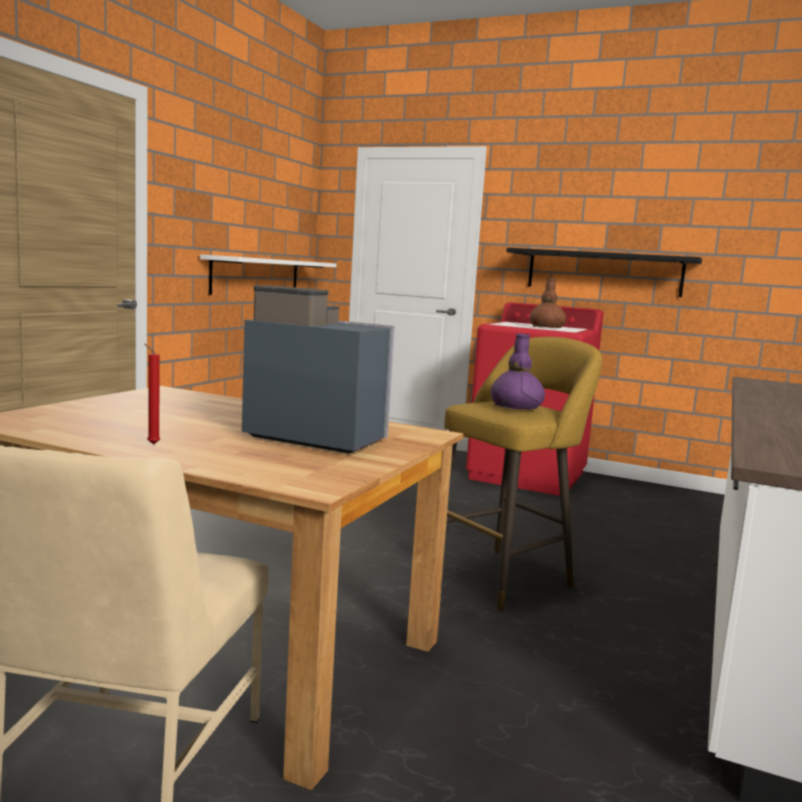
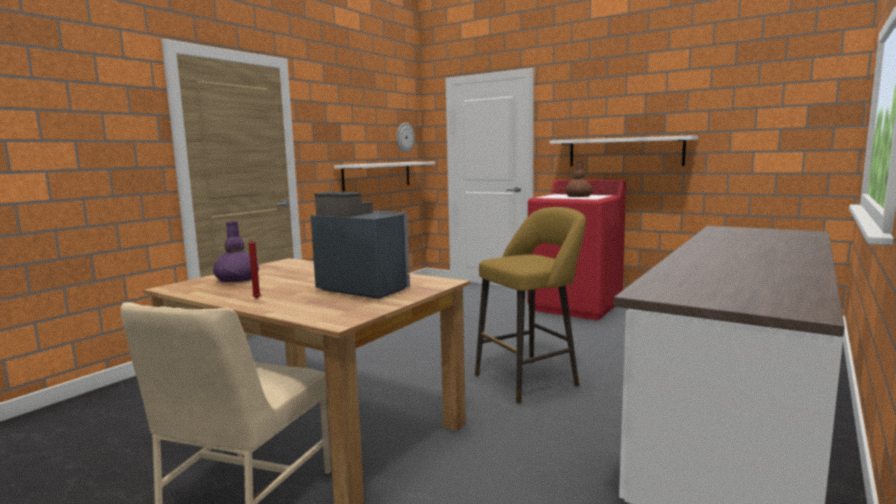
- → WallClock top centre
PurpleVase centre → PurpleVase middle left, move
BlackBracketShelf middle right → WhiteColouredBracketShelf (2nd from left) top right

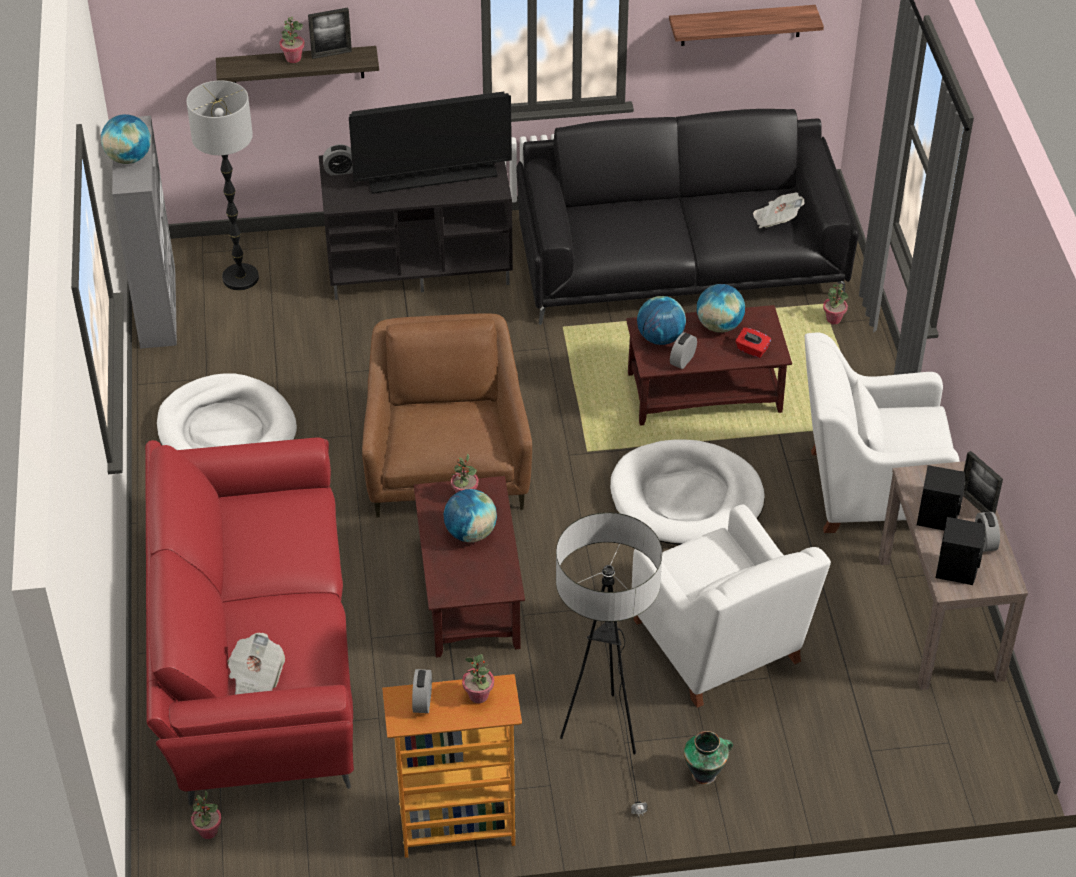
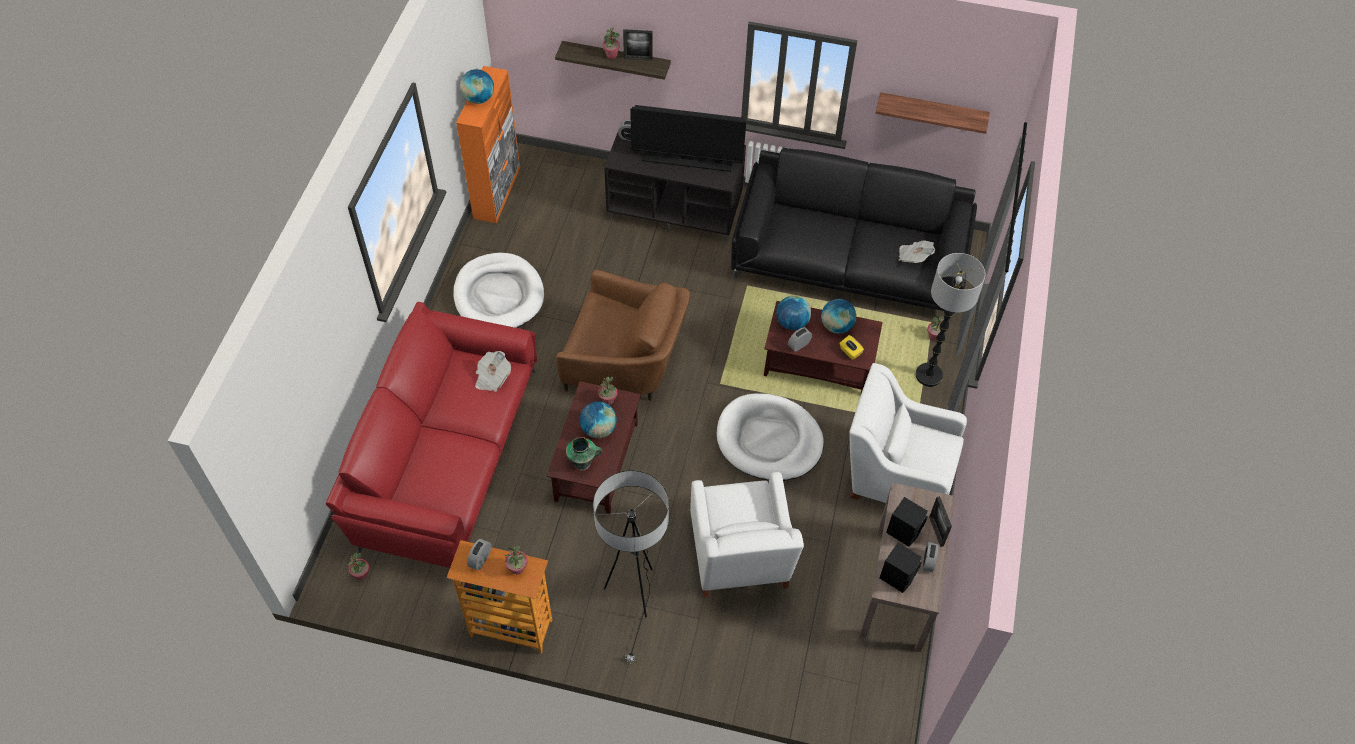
StandardLamp (1st from left in the first image) top left → StandardLamp (2nd from left) middle right, move
DailyPaper (1st from left) bottom left → DailyPaper (1st from left) centre, move
Vase bottom centre → Vase centre, move
GreyishStorageCabinet top left → OrangeStorageCabinet top centre
RedTissueBox middle right → YellowColouredTissueBox centre
BrownArmchair centre, 90 degrees clockwise

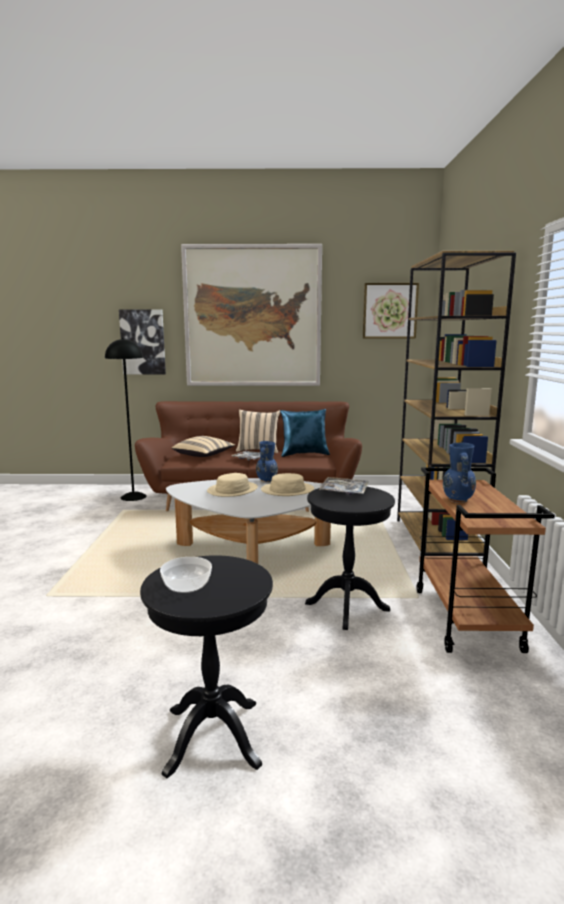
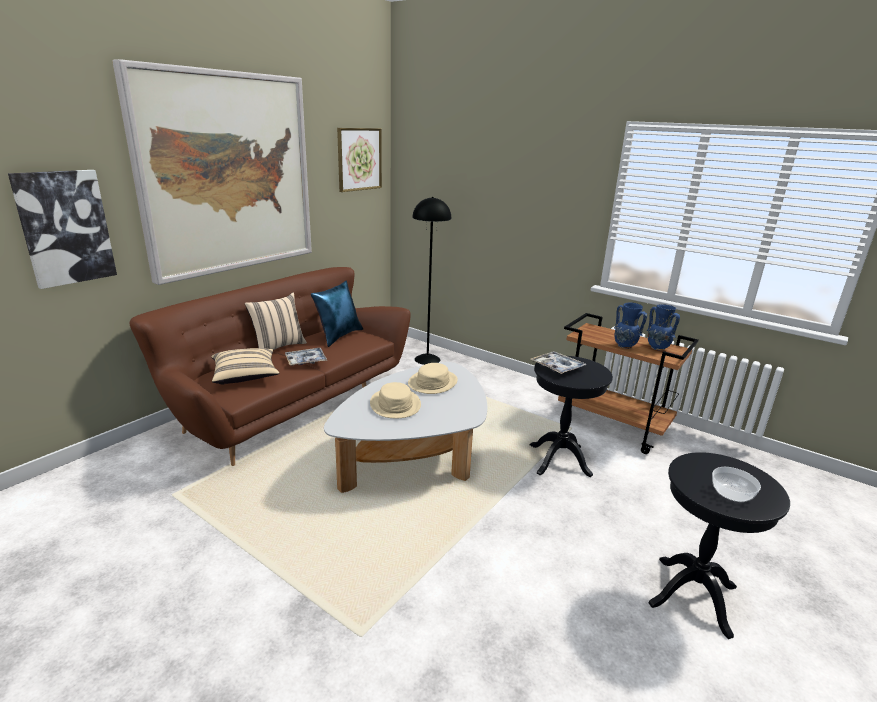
BrownBookshelf middle right → -
BlackStandardLamp middle left → BlackStandardLamp centre, move
BlueColouredVase (1st from left in the first image) centre → BlueColouredVase (2nd from left) middle right, move

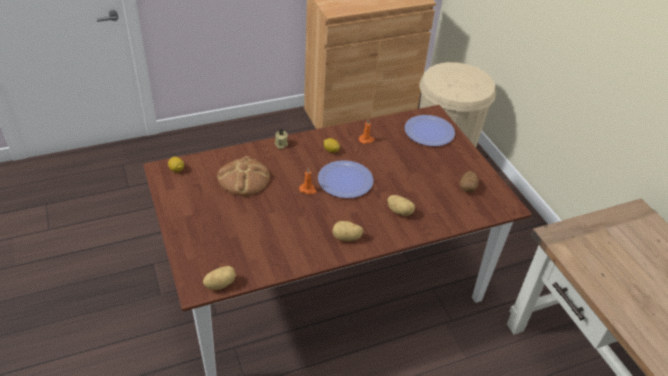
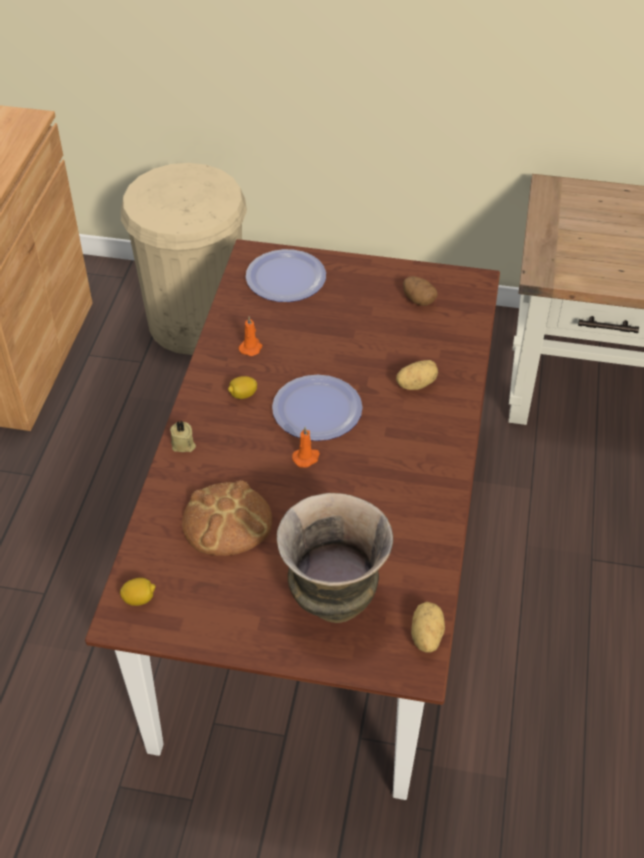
Potato (2nd from left) centre → -
- → Vase centre

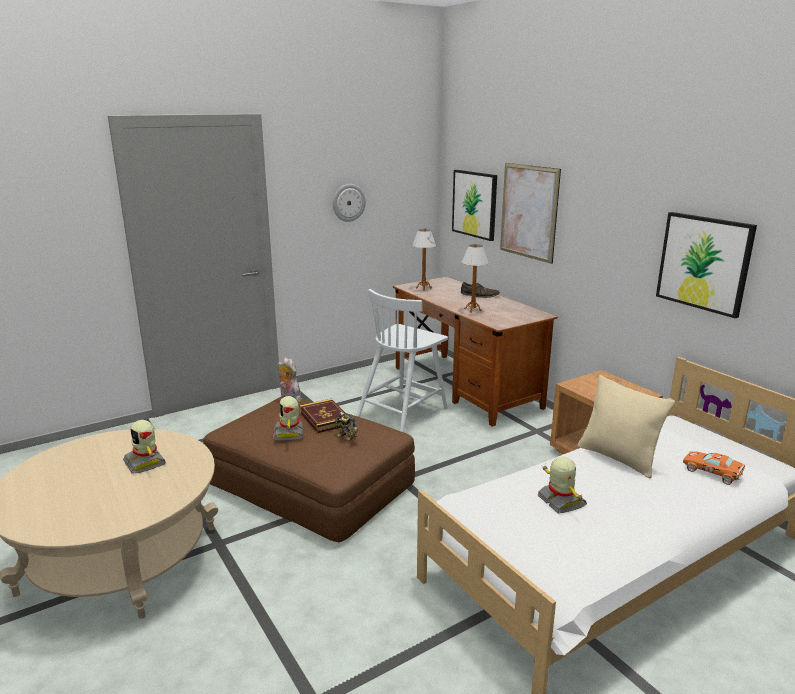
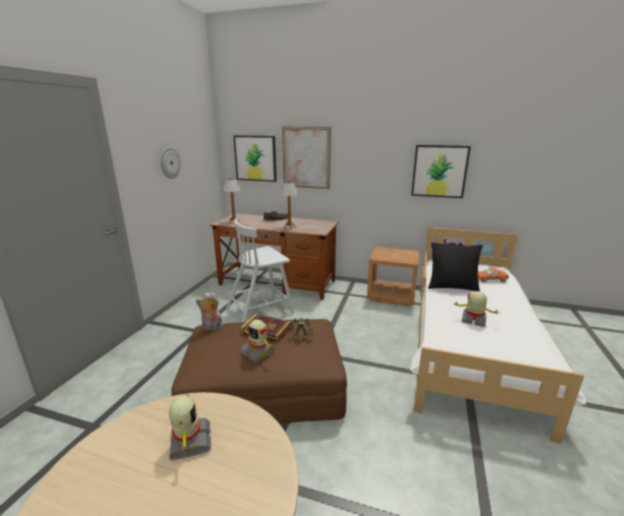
BeigeColouredCushion middle right → BlackCushion middle right
RobotFigure (1st from left) middle left → RobotFigure (1st from left) bottom left, 120 degrees counterclockwise
WhiteColouredChair centre, 60 degrees clockwise

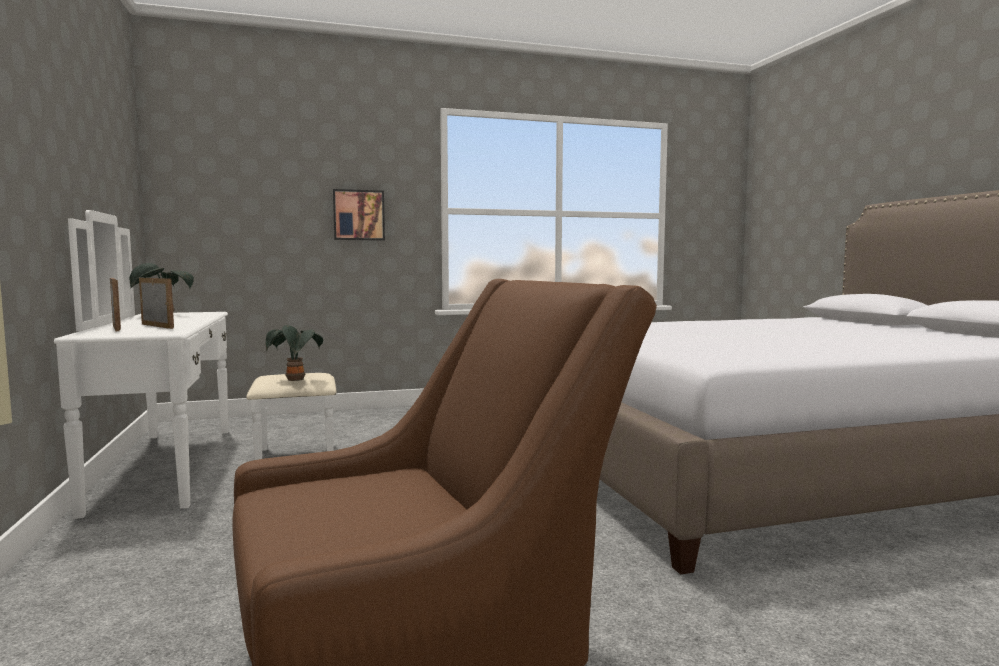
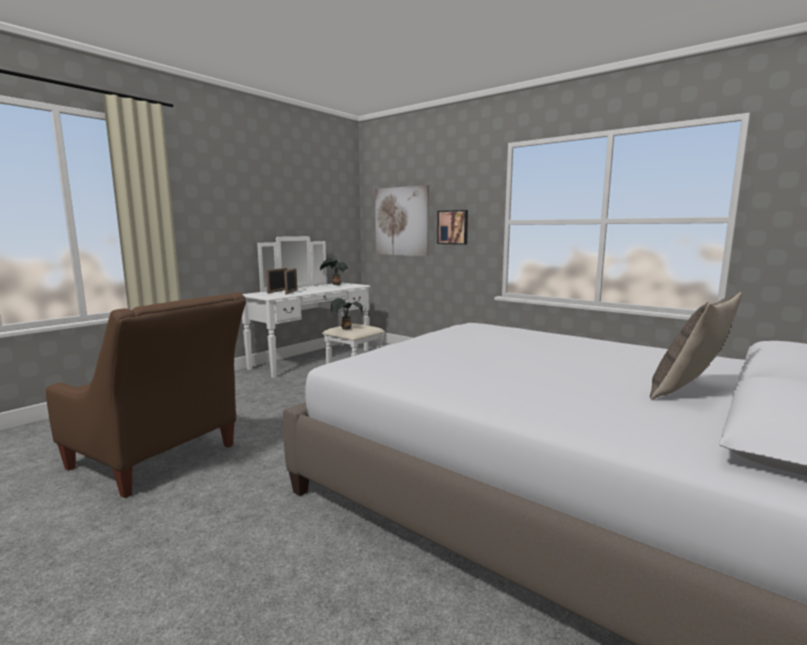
- → WallPicture (1st from left) centre
- → Cushion middle right

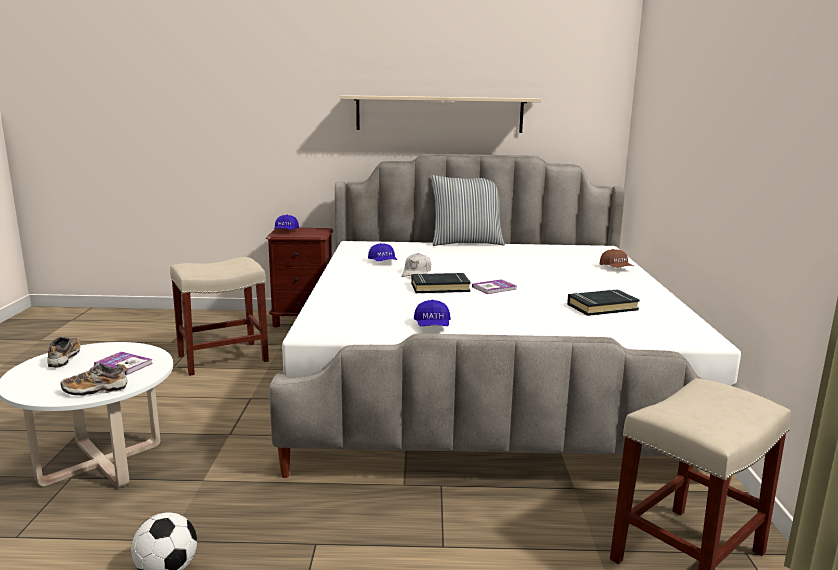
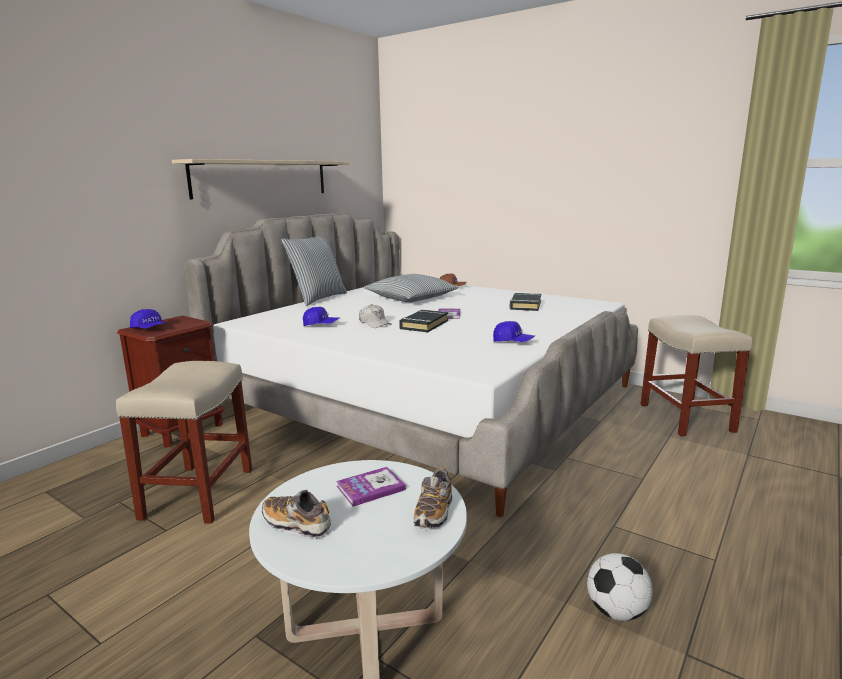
- → Cushion (2nd from left) centre

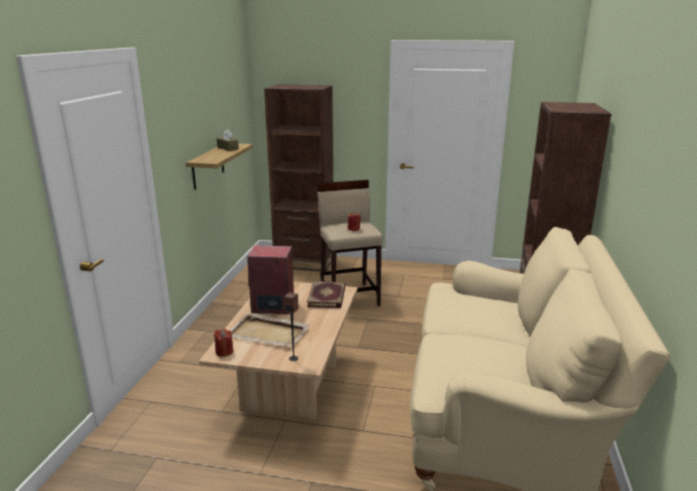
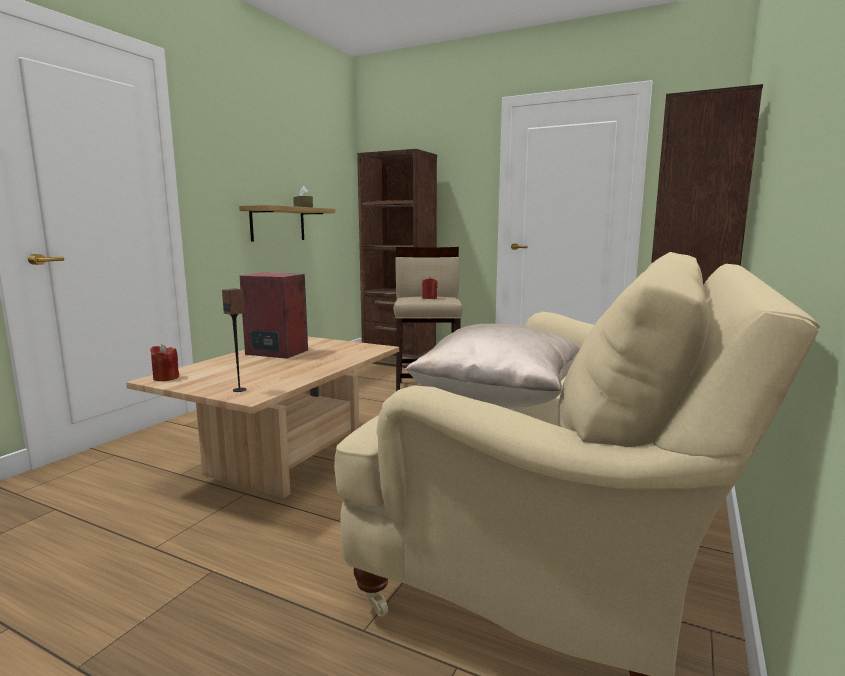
BeigeColouredCarryingTray bottom centre → -
Volume centre → -
- → BeigeColouredCushion centre

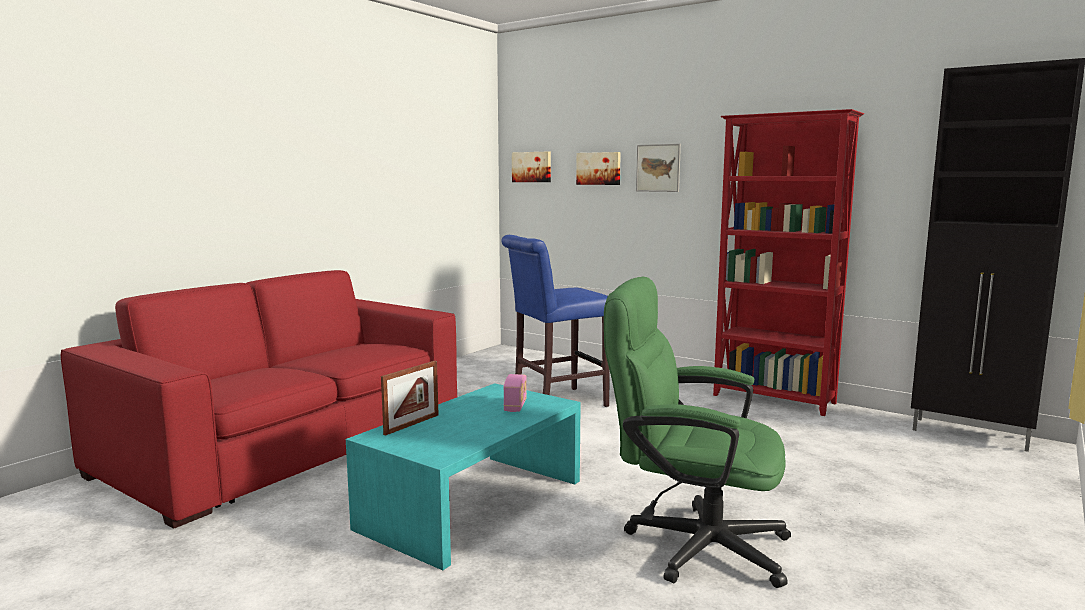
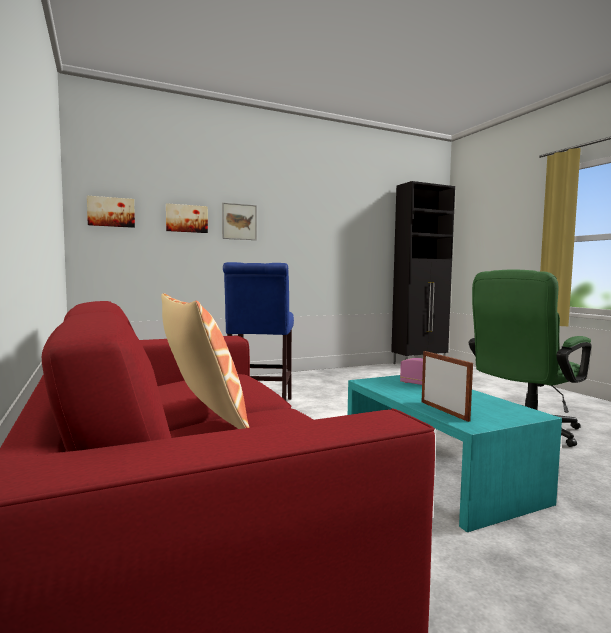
RedBookshelf middle right → -
- → Cushion centre

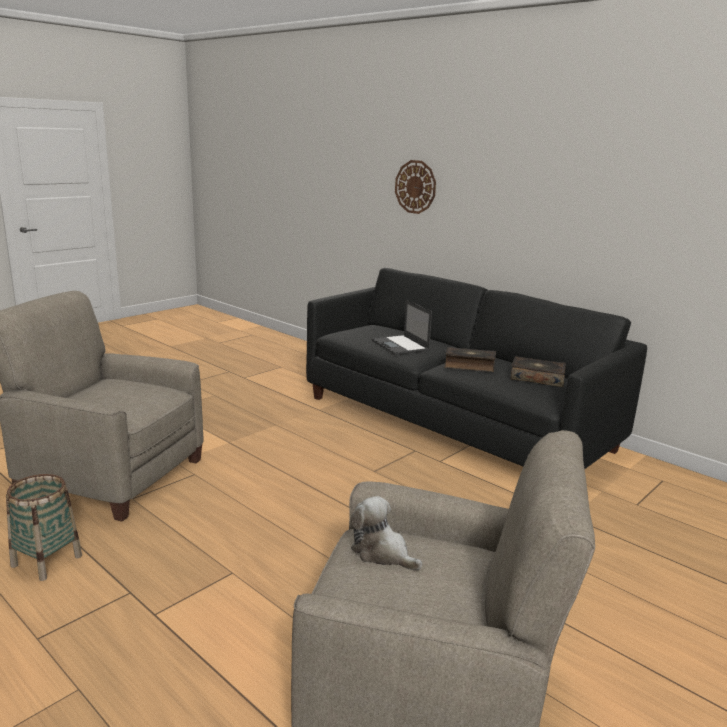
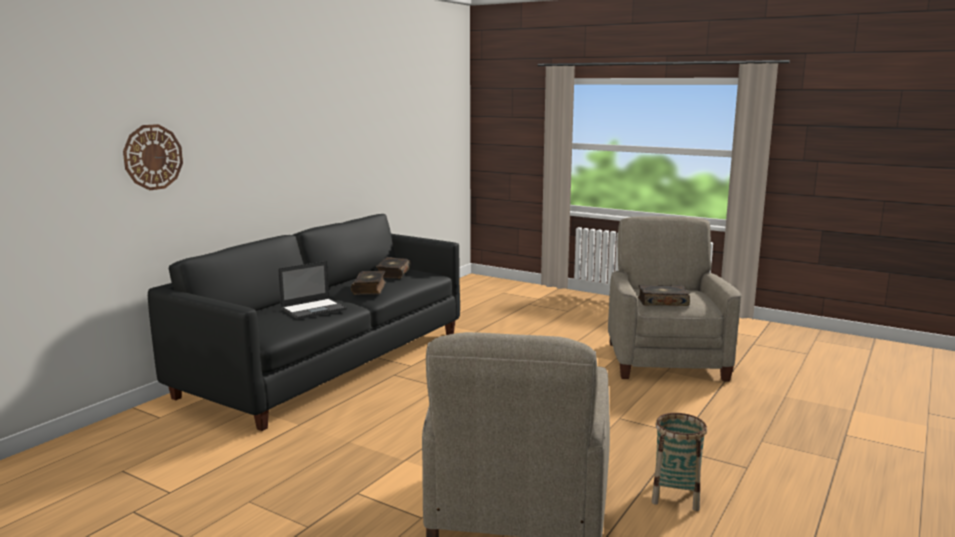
PlushToy bottom centre → Volume (3rd from left) middle right

